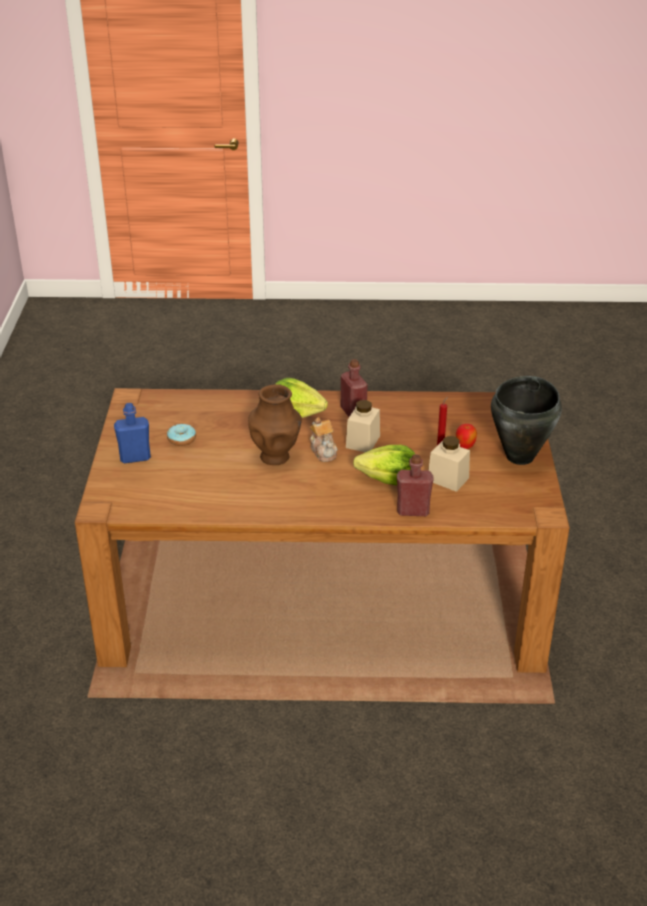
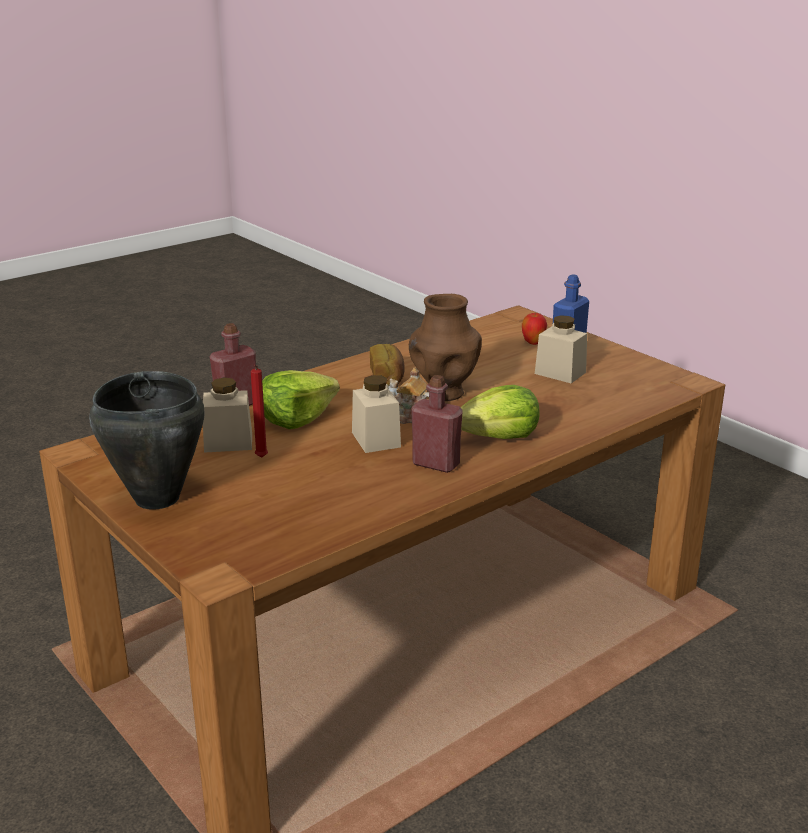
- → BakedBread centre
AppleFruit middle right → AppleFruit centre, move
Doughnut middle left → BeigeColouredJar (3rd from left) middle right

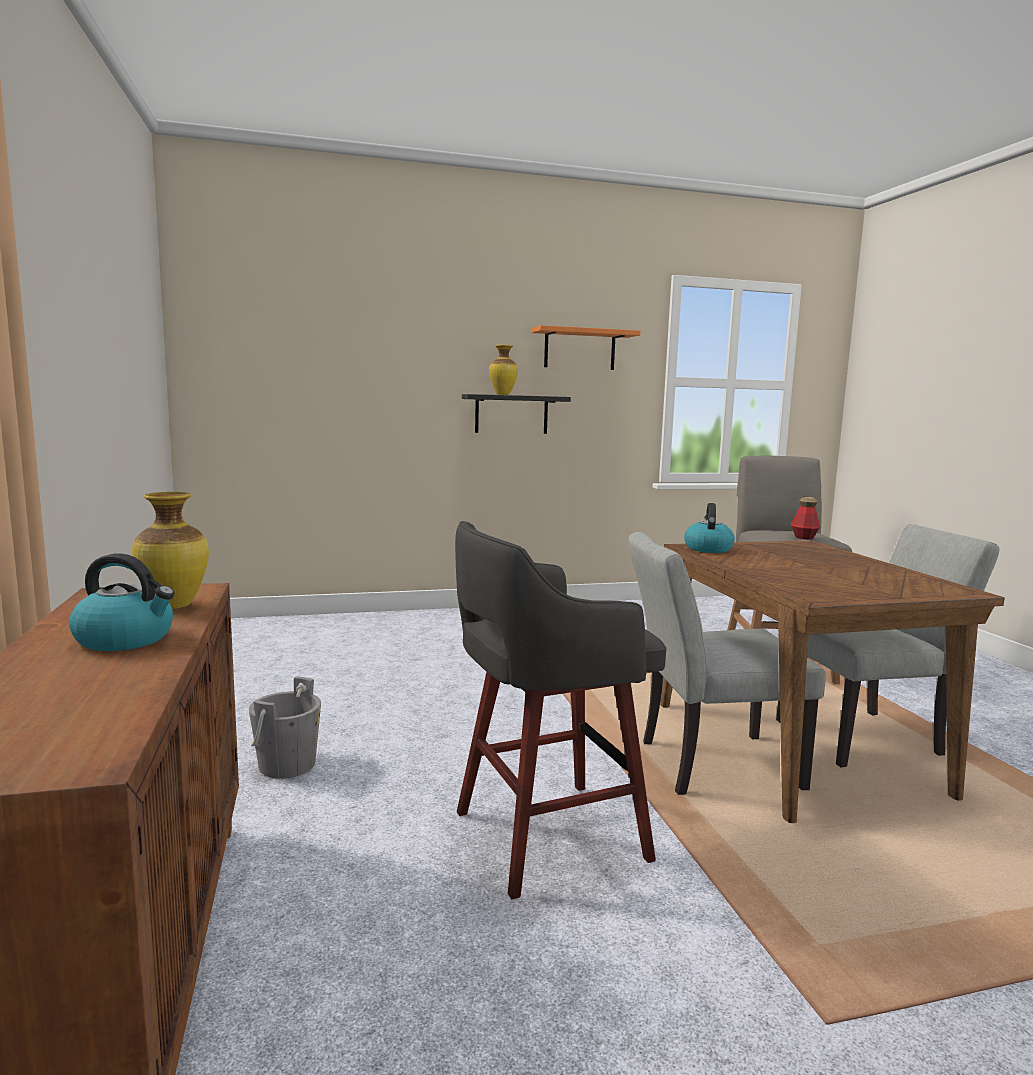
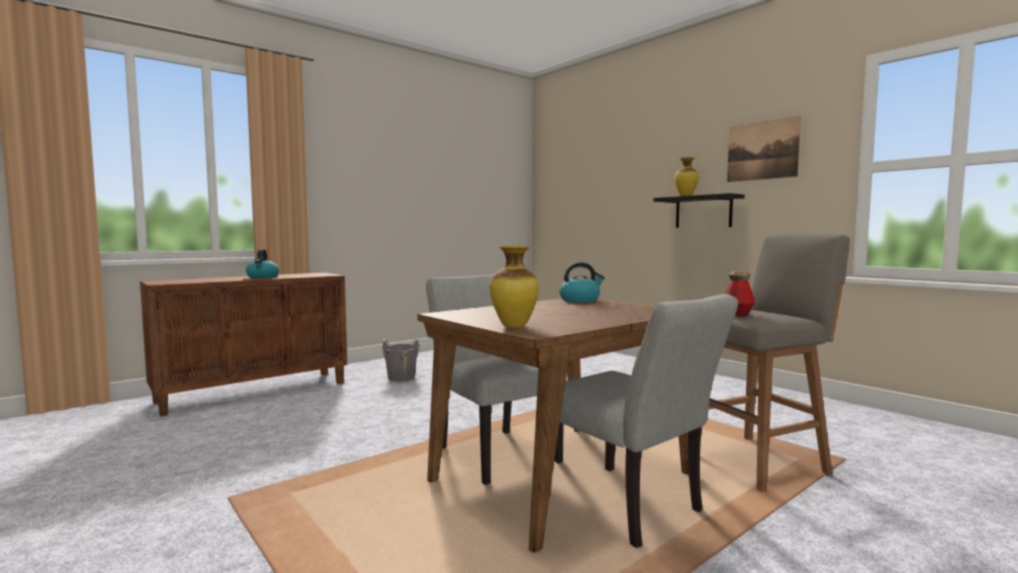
GreyishStool (1st from left) centre → -
Vase (1st from left) middle left → Vase (1st from left) centre, move
OrangeBracketShelf top centre → WallPicture top right

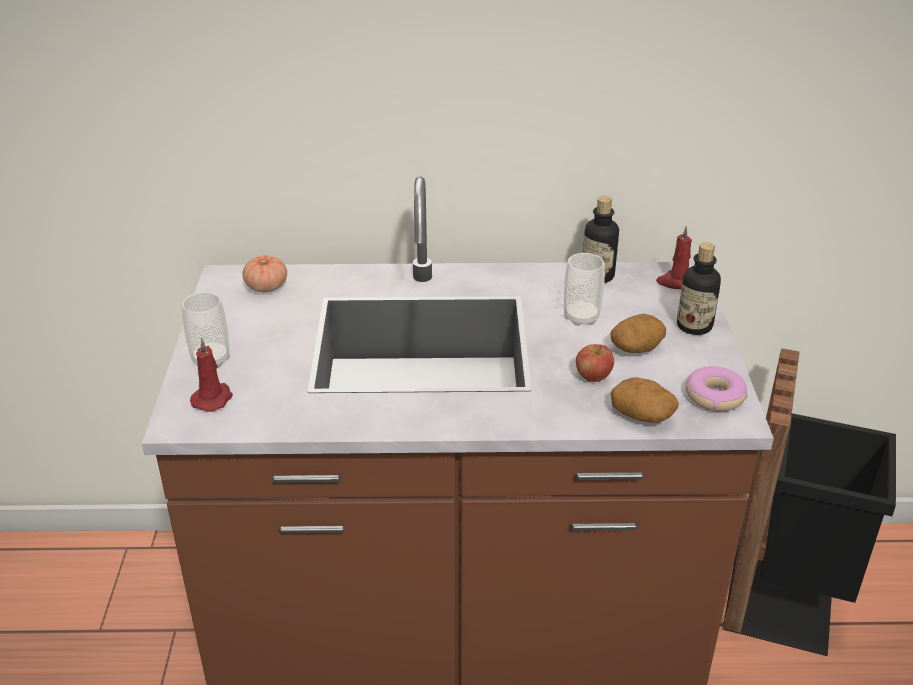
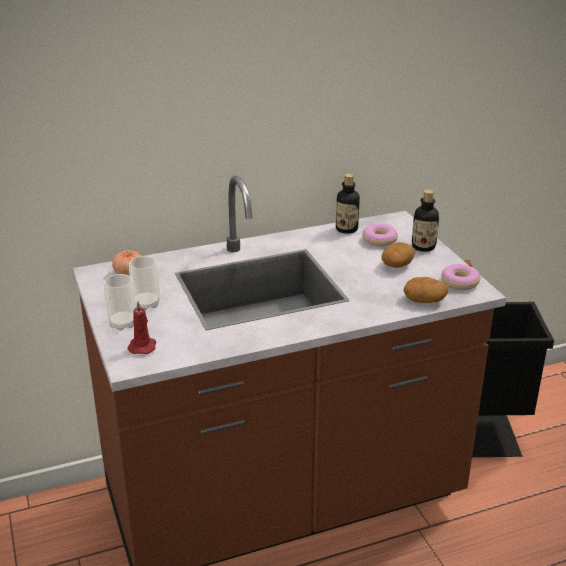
AppleFruit centre → -
RedWaxLight (2nd from left) middle right → -
- → Doughnut (1st from left) middle right
Cup (2nd from left) centre → Cup (2nd from left) middle left, move

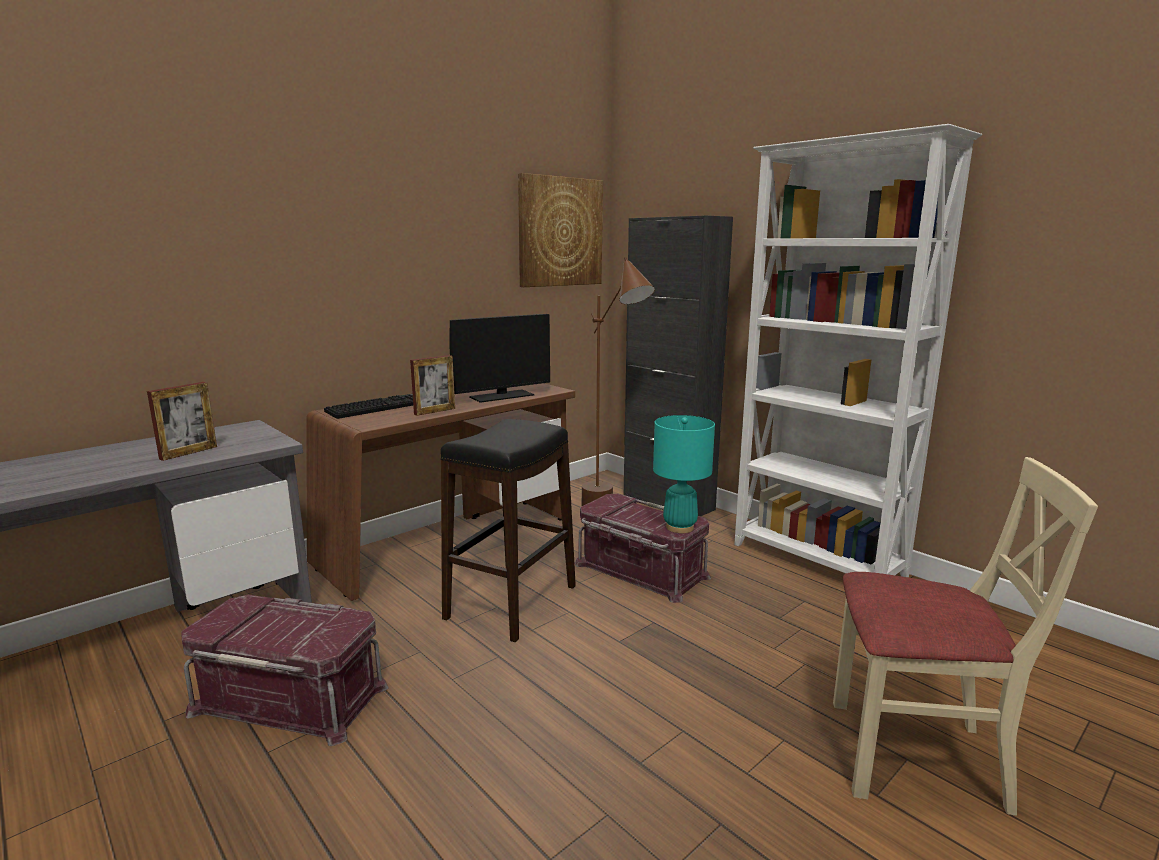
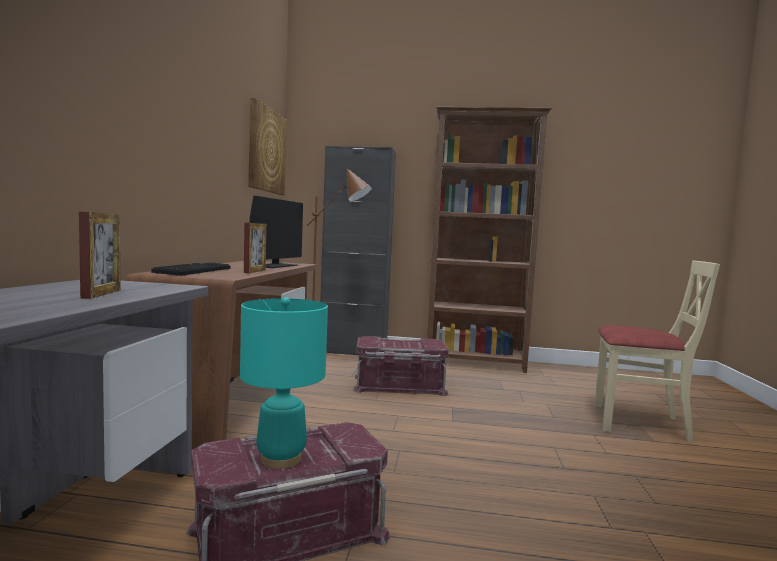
BlackStool centre → -
TurquoiseTabletopLamp centre → TurquoiseTabletopLamp bottom centre, move
WhiteColouredBookshelf middle right → BrownBookshelf centre
BeigeColouredChair bottom right → BeigeColouredChair middle right, 45 degrees clockwise

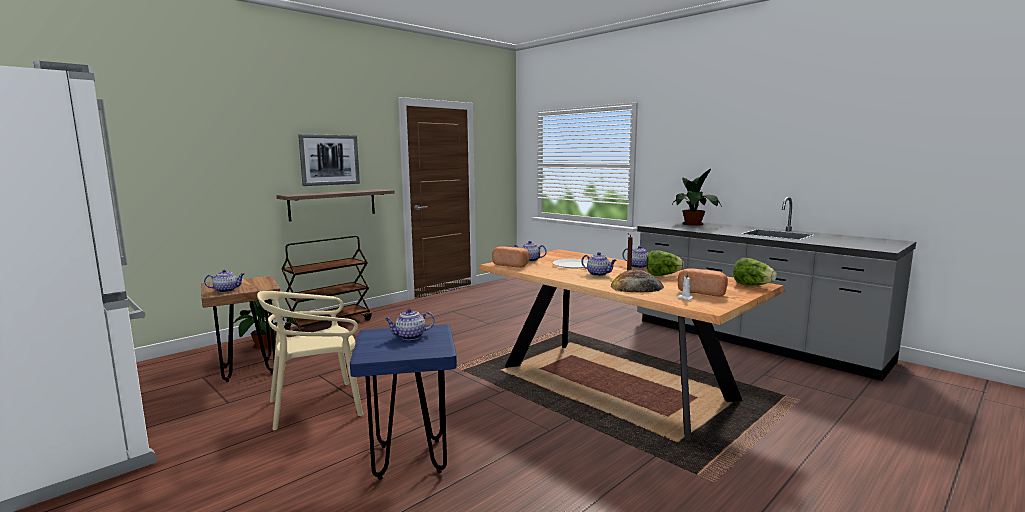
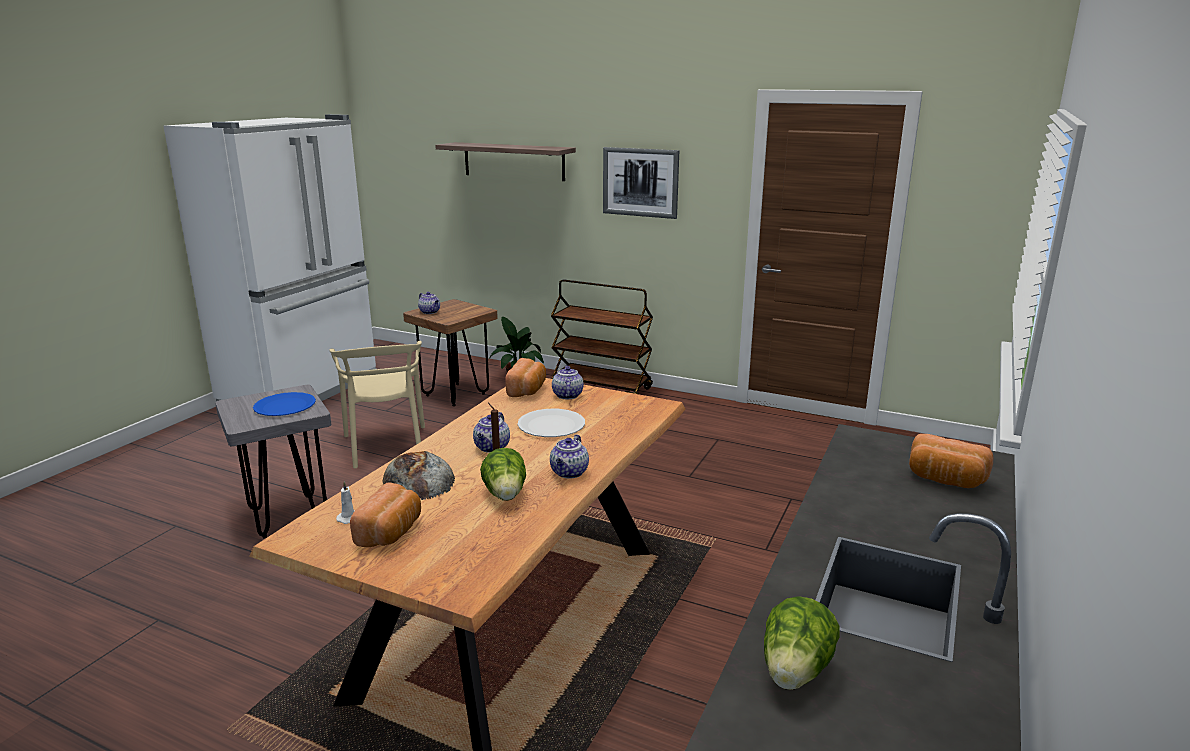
BracketShelf middle left → BracketShelf top centre, move
Lettuce (2nd from left) middle right → Lettuce (2nd from left) bottom right, move
PotForTea (2nd from left) centre → BlueColouredDinnerPlate middle left
PlantInAPot (2nd from left) middle right → BakedBread (4th from left) middle right
BlueColouredStool bottom centre → GreyishStool middle left
BeigeColouredChair bottom left → BeigeColouredChair middle left, 150 degrees counterclockwise

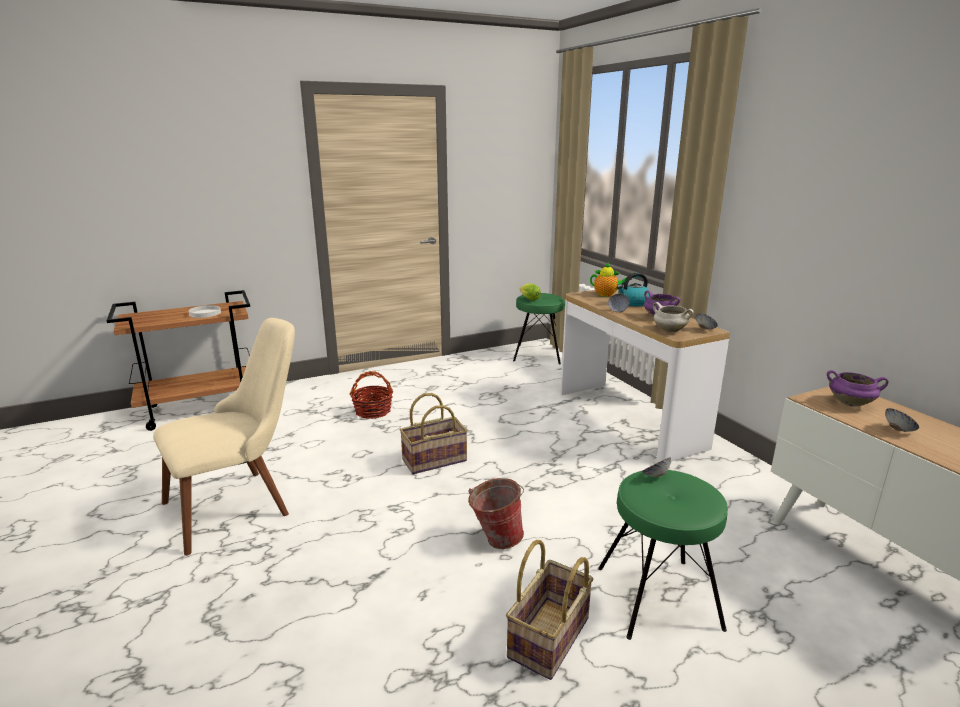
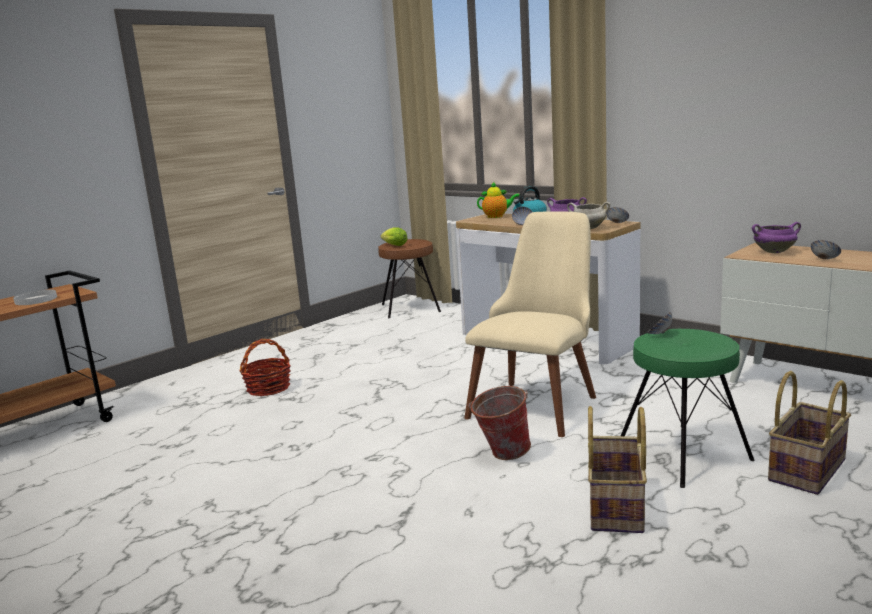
BeigeColouredChair middle left → BeigeColouredChair centre, move
StorageBasket (2nd from left in the first image) centre → StorageBasket (3rd from left) bottom right, move
GreenColouredStool (1st from left) centre → BrownStool centre

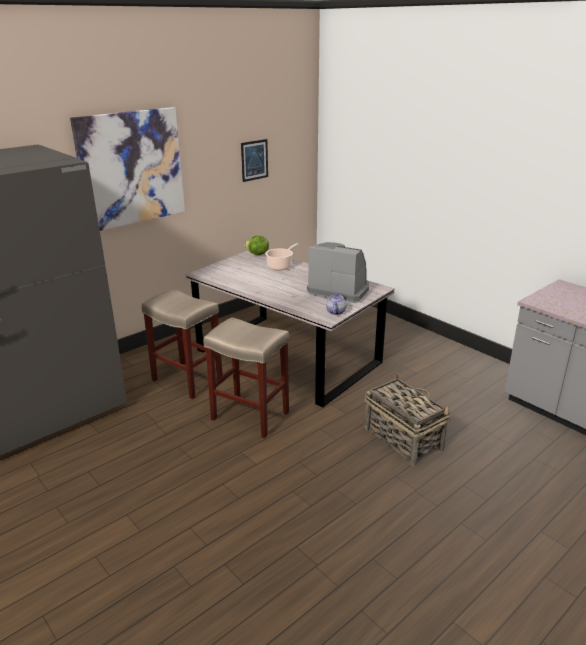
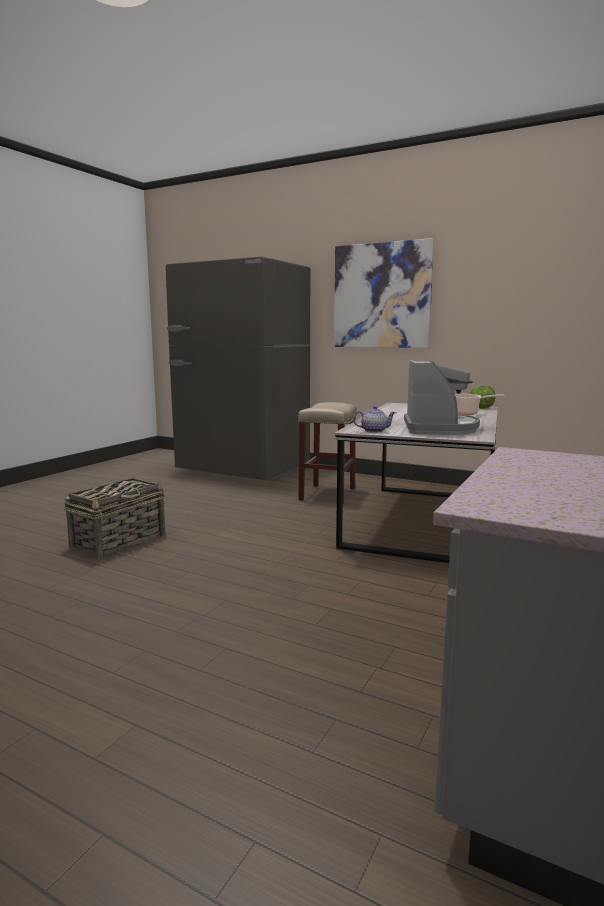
BeigeColouredStool (2nd from left) centre → -
WallPicture (2nd from left) top centre → -
StorageBasket middle right → StorageBasket middle left, move

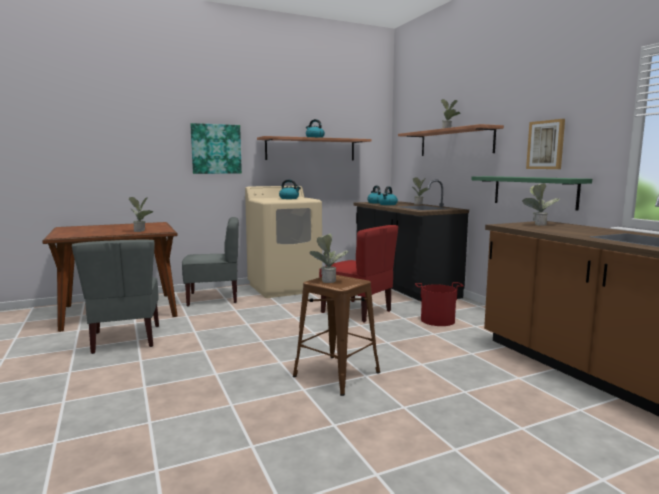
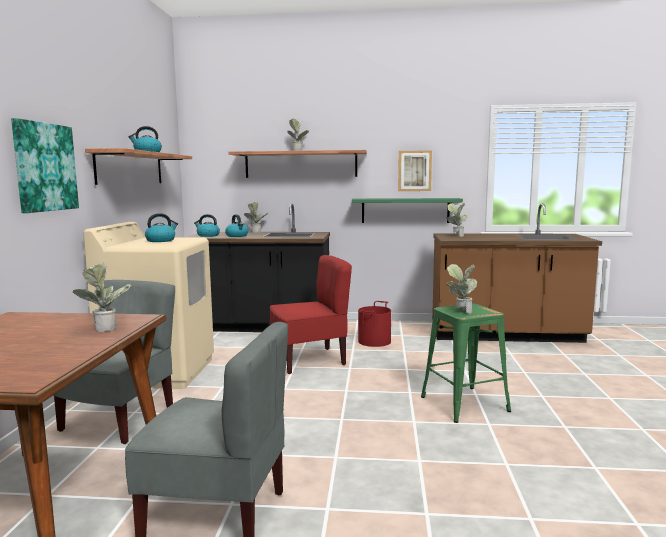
BrownStool bottom centre → GreenColouredStool bottom right

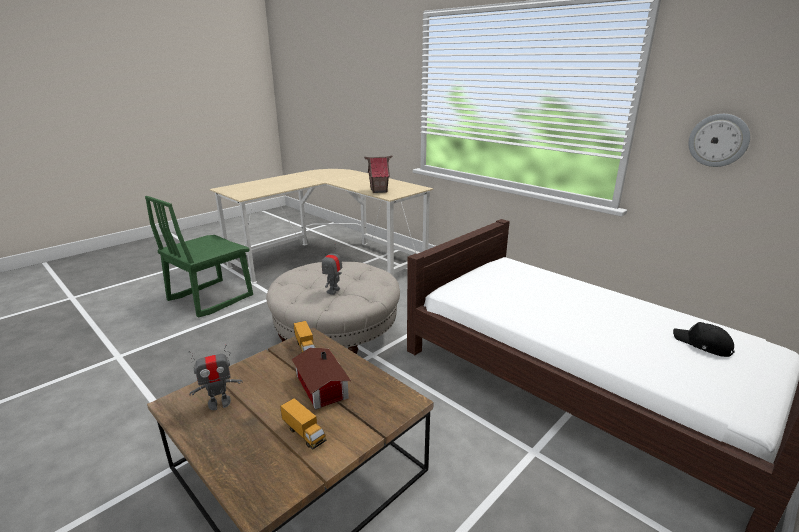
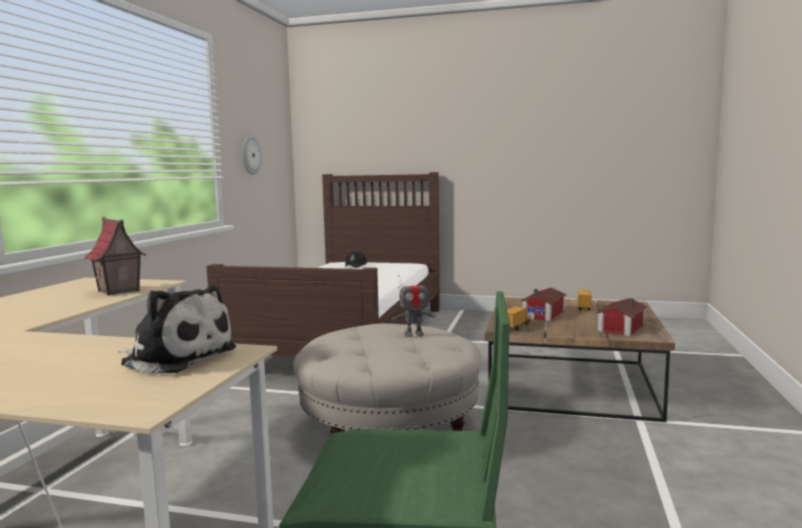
- → PlushToy middle left
RobotFigure (1st from left) bottom left → MiniatureHouse (3rd from left) middle right

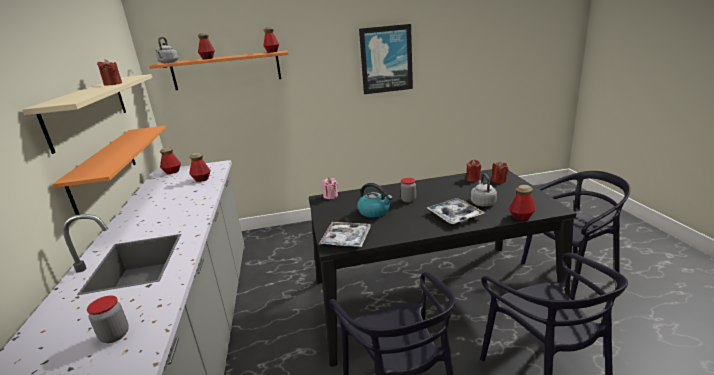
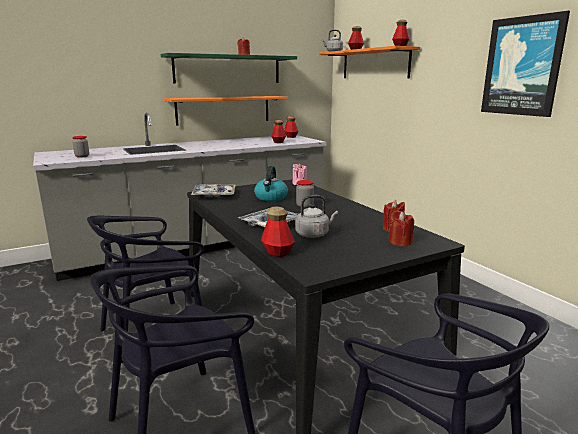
BeigeColouredBracketShelf top left → GreenColouredBracketShelf top centre

